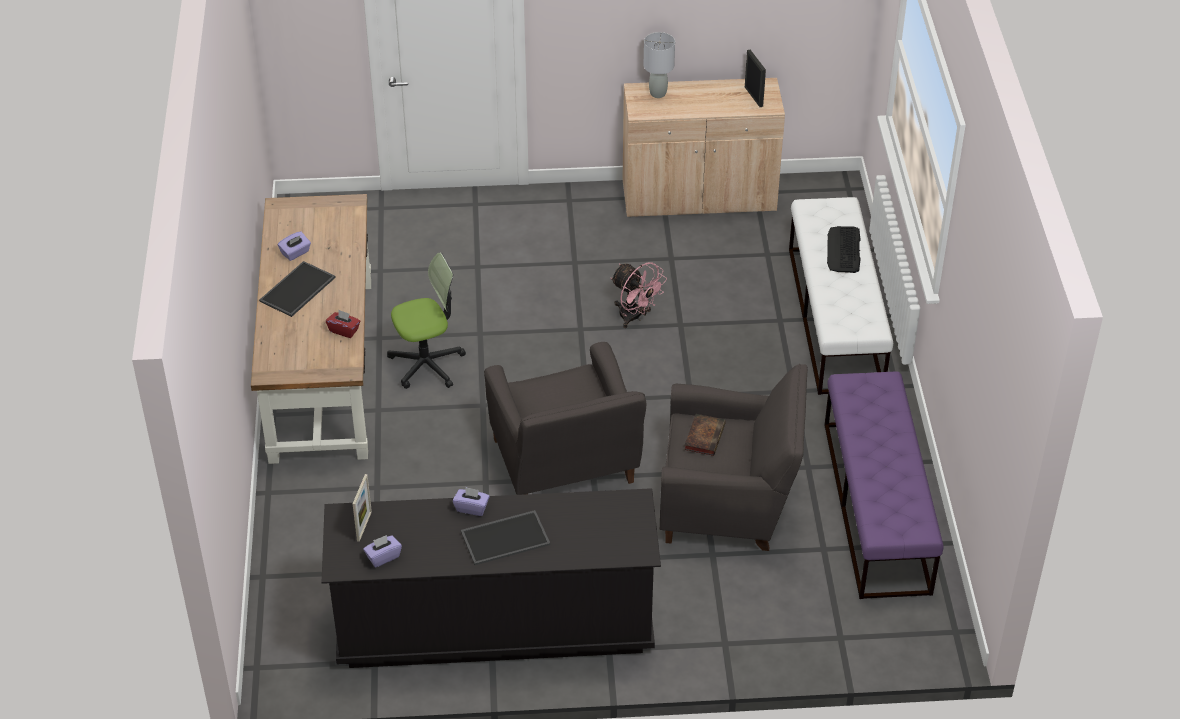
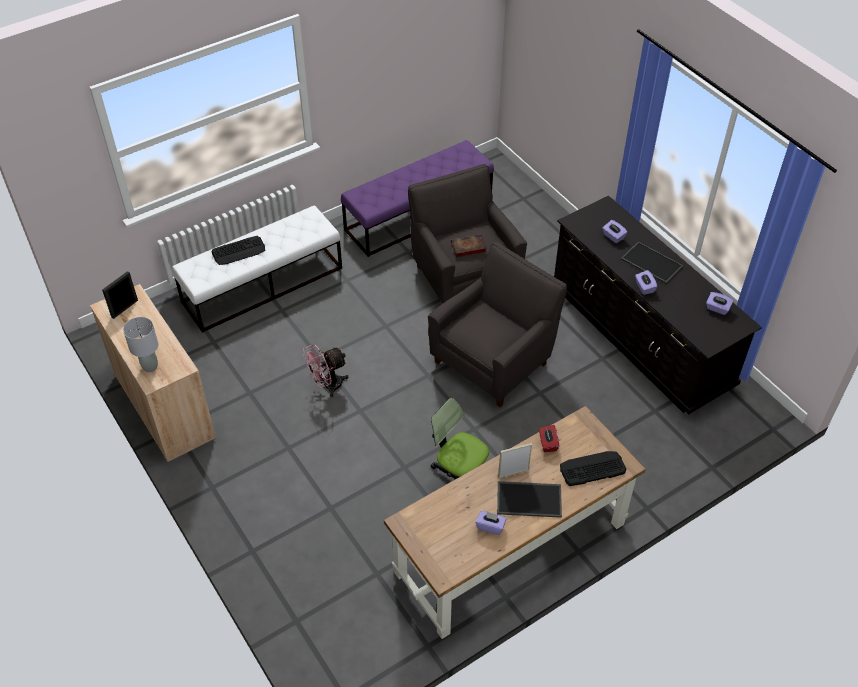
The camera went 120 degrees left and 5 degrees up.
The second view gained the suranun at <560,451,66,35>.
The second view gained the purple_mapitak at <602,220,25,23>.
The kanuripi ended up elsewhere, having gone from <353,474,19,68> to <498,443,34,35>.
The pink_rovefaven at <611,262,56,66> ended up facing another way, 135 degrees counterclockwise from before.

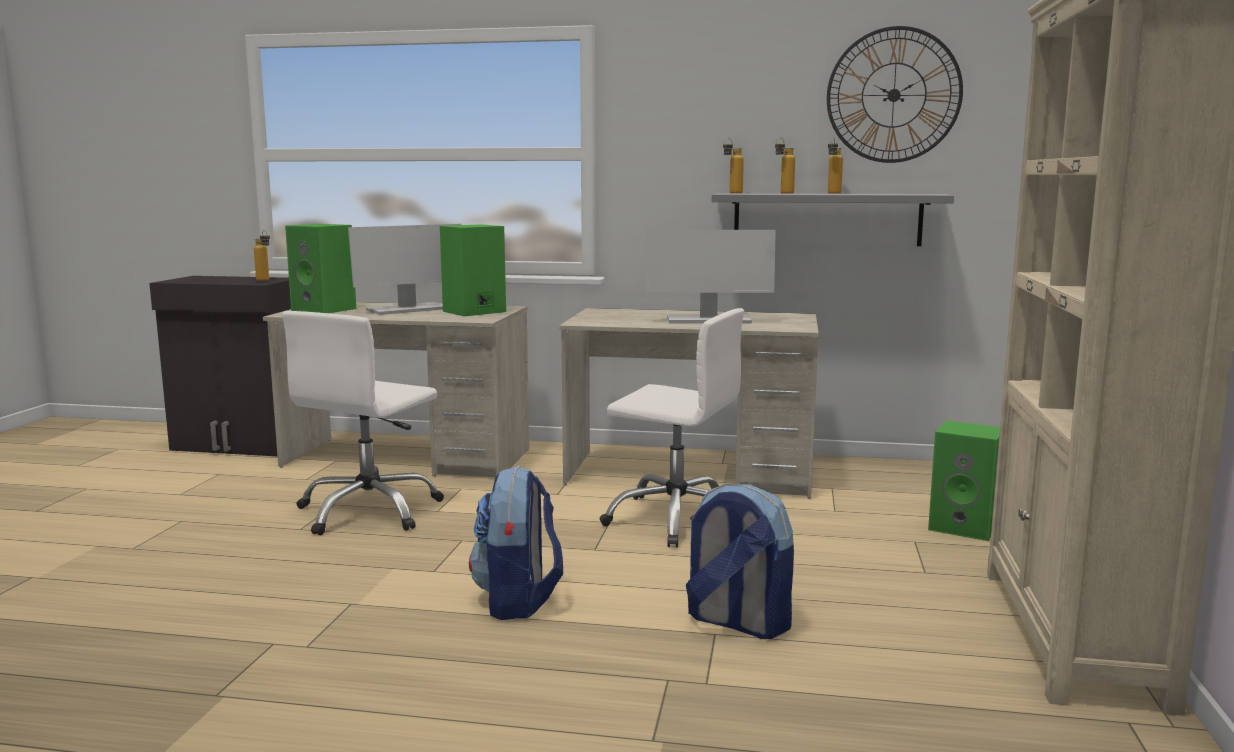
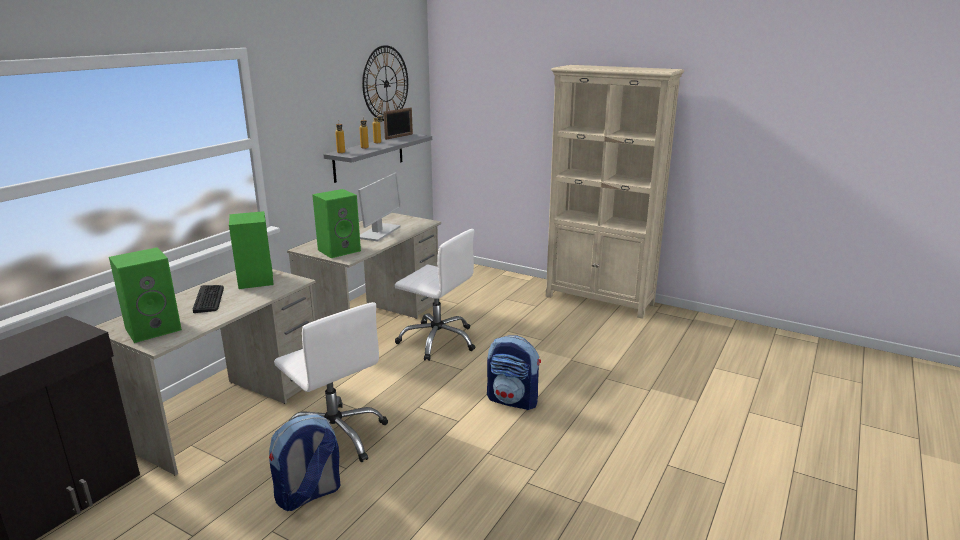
The camera went 70 degrees left and 10 degrees up.
The second view lost the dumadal at <254,230,16,51>.
The second view gained the kanuripi at <383,107,30,33>.
The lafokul ended up elsewhere, having gone from <686,484,108,155> to <269,415,72,96>.
The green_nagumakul ended up elsewhere, having gone from <928,420,72,121> to <312,189,49,69>.
Where the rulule stood at <348,224,114,91>, the suranun came to stand at <193,285,31,28>.
The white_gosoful at <599,308,145,239> ended up facing another way, 75 degrees clockwise from before.

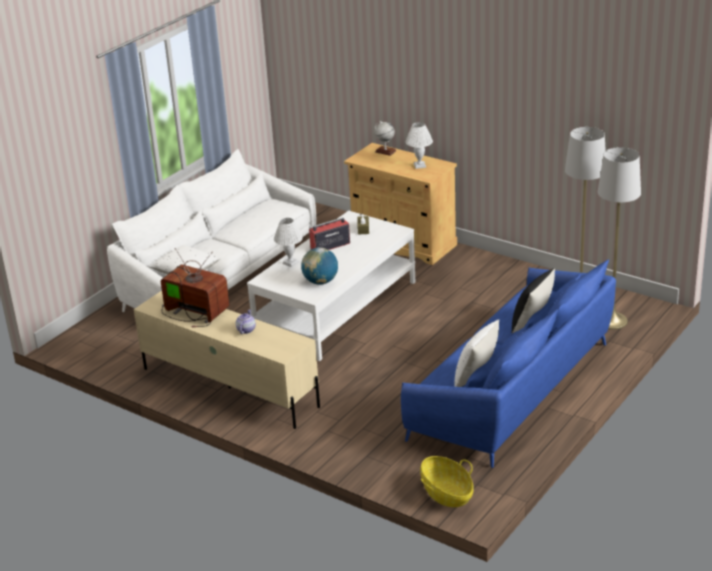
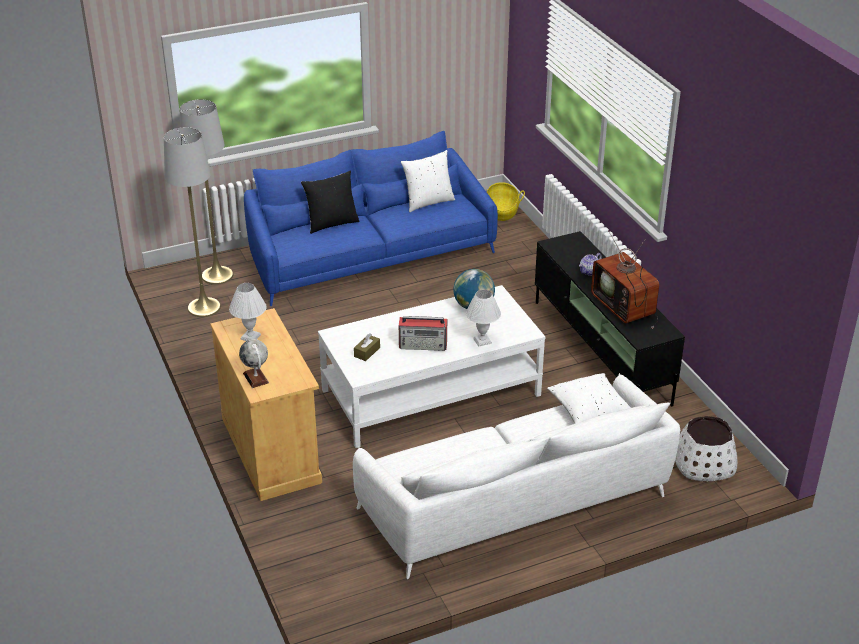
The camera went 150 degrees left and 5 degrees up.
The second view gained the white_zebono at <675,416,62,65>.
What was the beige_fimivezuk at <134,291,186,138> turned into the black_fimivezuk at <535,231,150,175>.

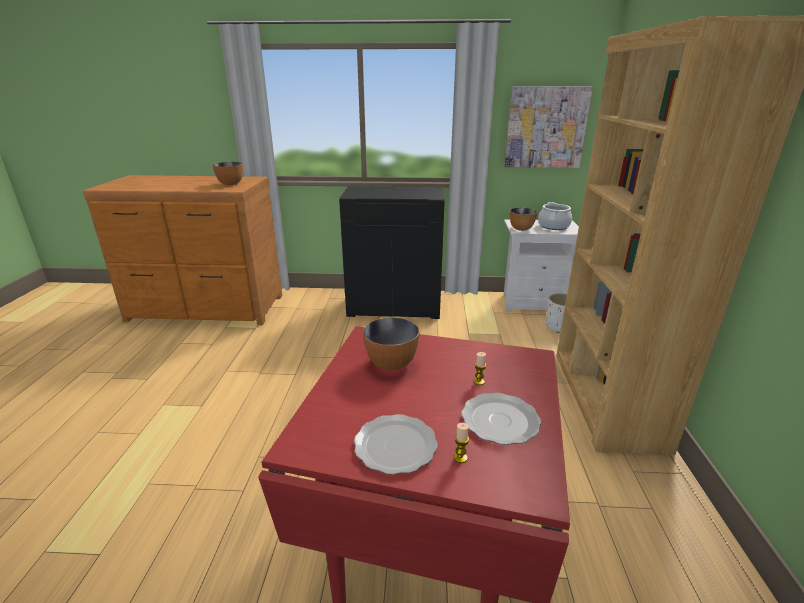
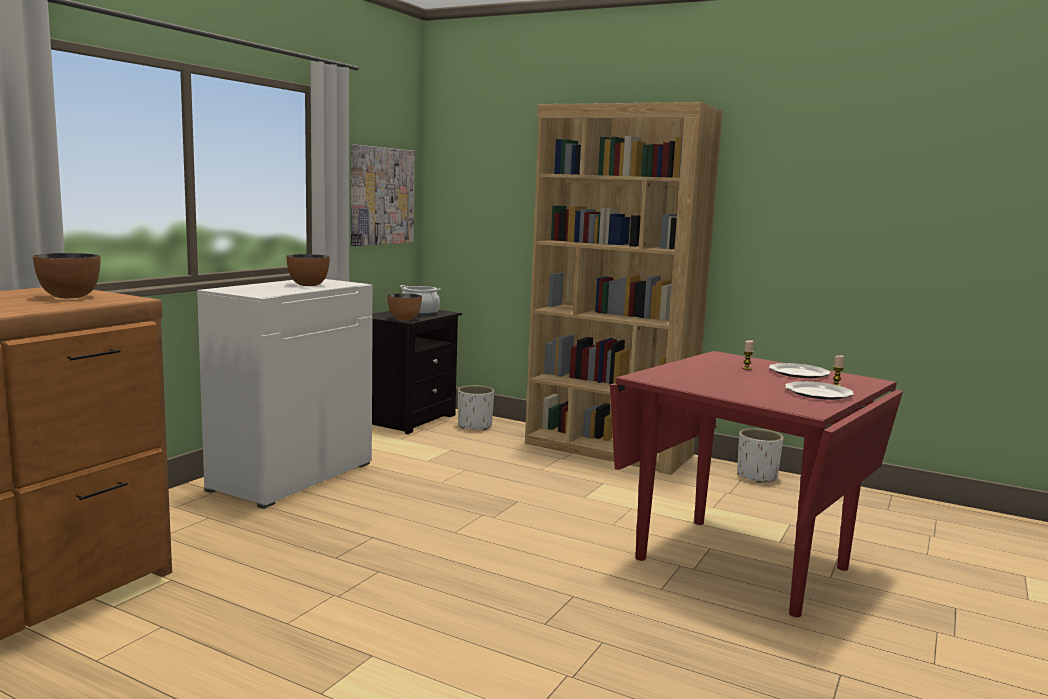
The camera went 65 degrees left and 15 degrees down.
The second view gained the white_zebono at <737,428,47,55>.
The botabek ended up elsewhere, having gone from <363,317,56,53> to <287,254,43,32>.
What was the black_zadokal at <339,187,106,132> turned into the white_zadokal at <197,279,176,230>.
What was the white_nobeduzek at <504,219,75,93> turned into the black_nobeduzek at <372,310,90,125>.

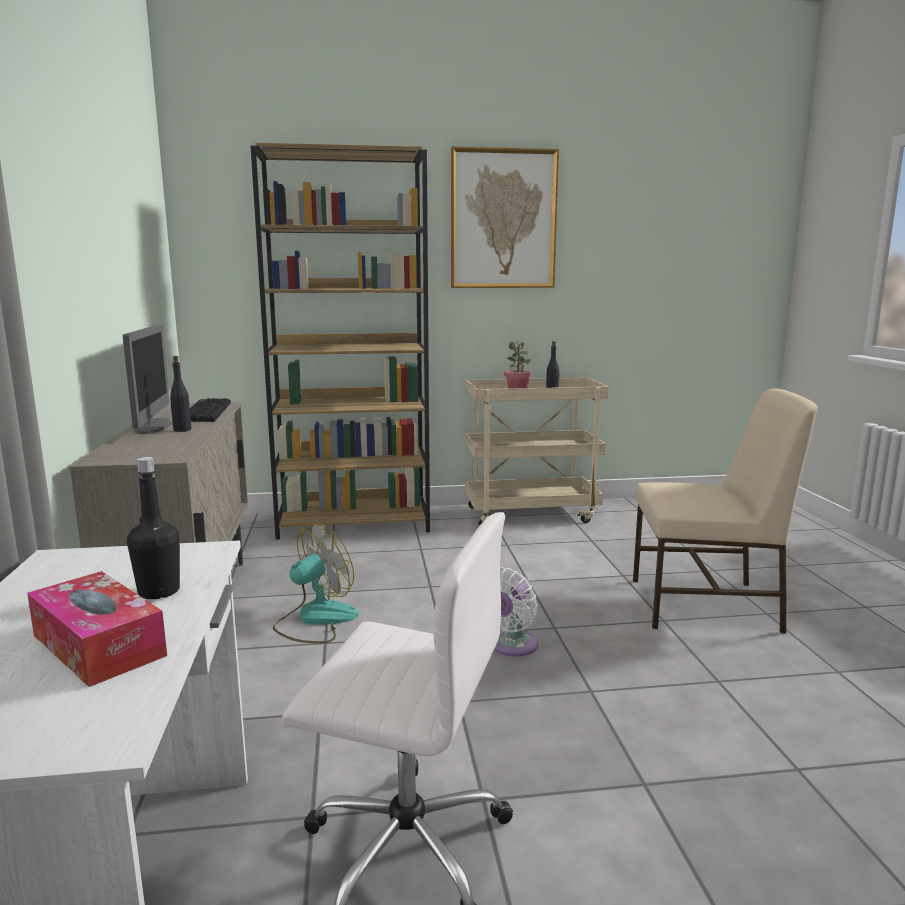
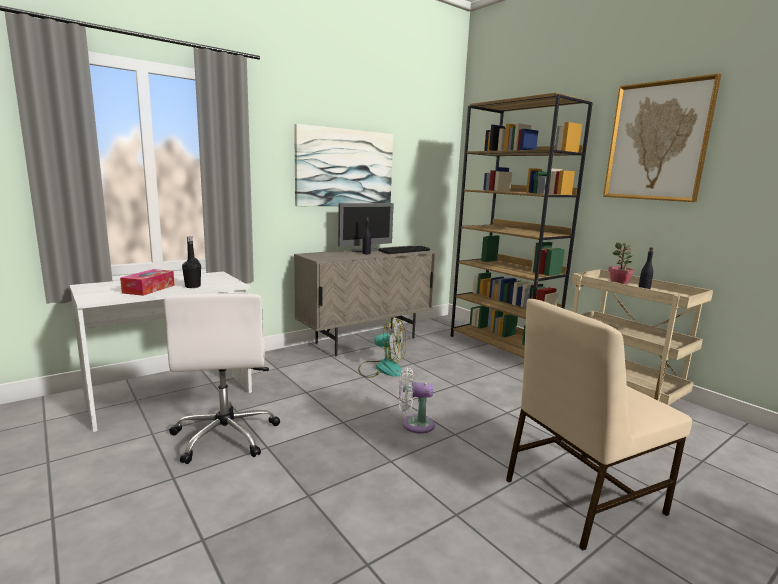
The camera went 60 degrees right and 0 degrees up.
The second view gained the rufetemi at <294,124,99,82>.
The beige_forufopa at <633,389,185,244> ended up facing another way, 90 degrees clockwise from before.

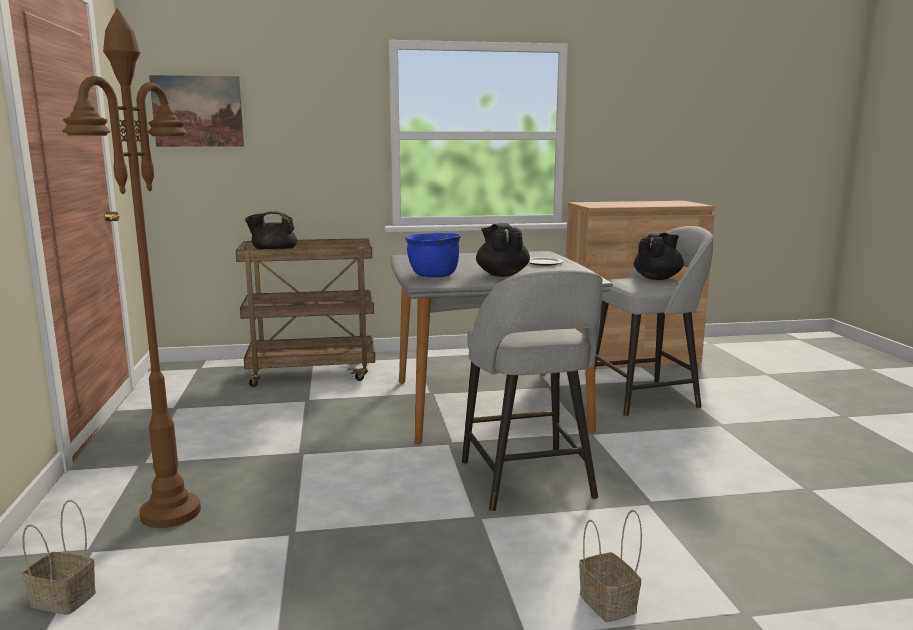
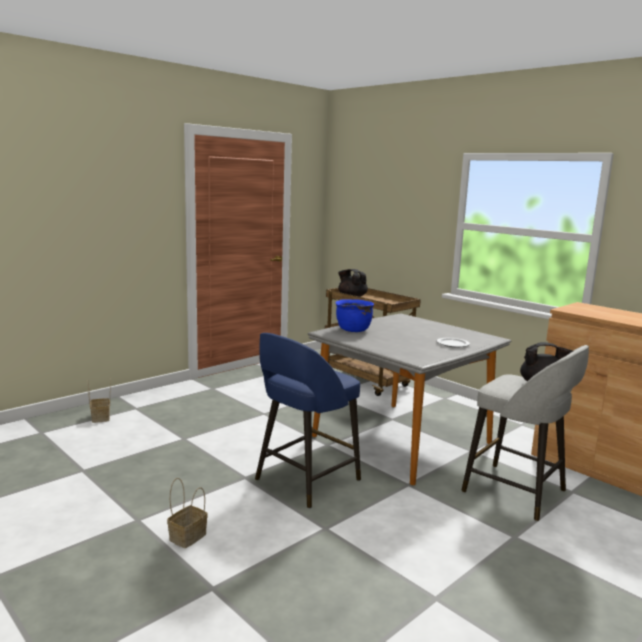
The camera went 55 degrees right and 0 degrees up.
The second view lost the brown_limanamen at <62,8,139,520>.
The second view lost the rufetemi at <149,75,95,72>.
The second view lost the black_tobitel at <476,223,54,54>.
What was the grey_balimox at <462,270,140,242> turned into the blue_balimox at <255,333,106,175>.

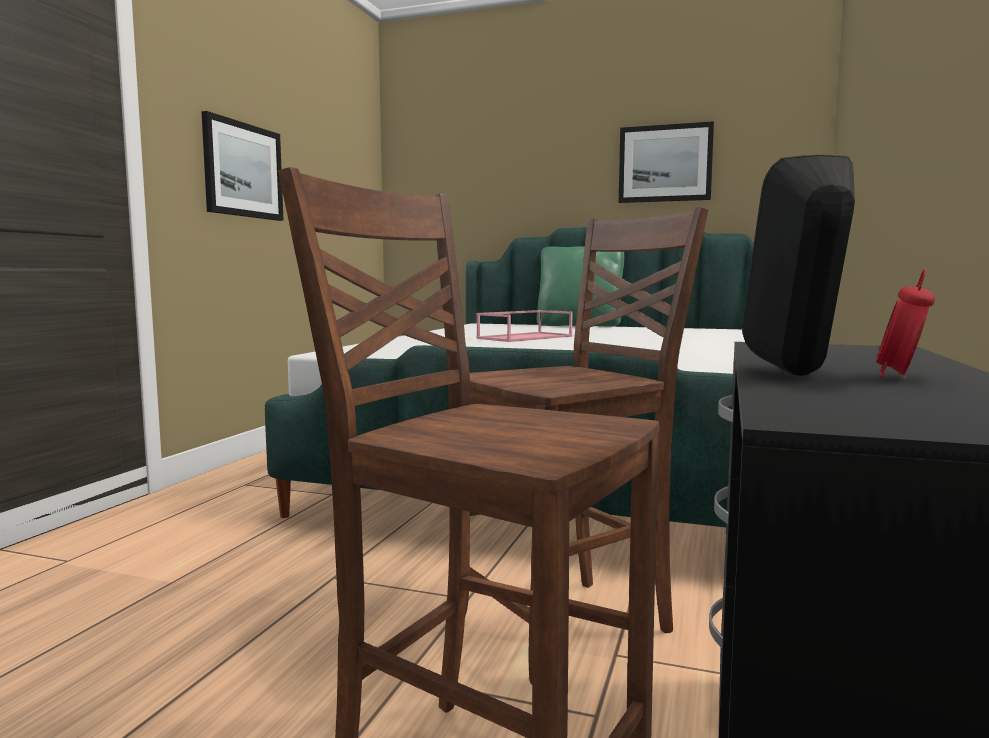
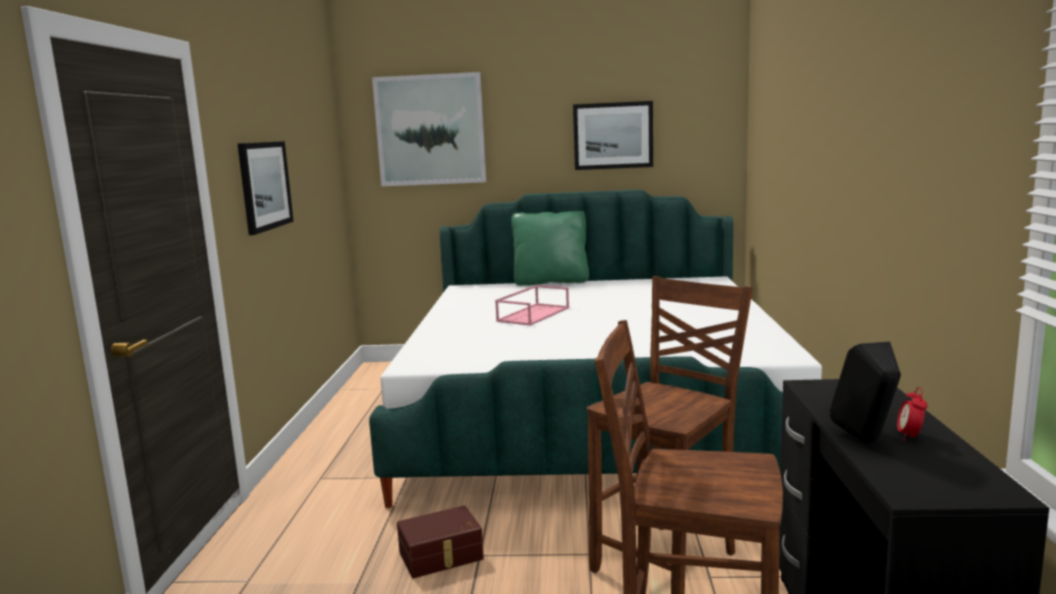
The camera went 15 degrees left and 5 degrees up.
The second view gained the rufetemi at <372,72,114,114>.
The second view gained the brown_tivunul at <397,505,87,73>.

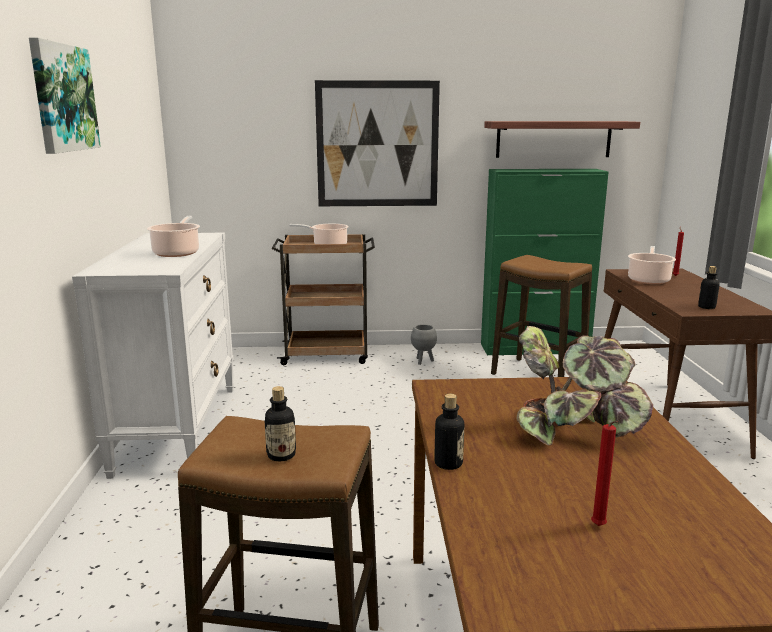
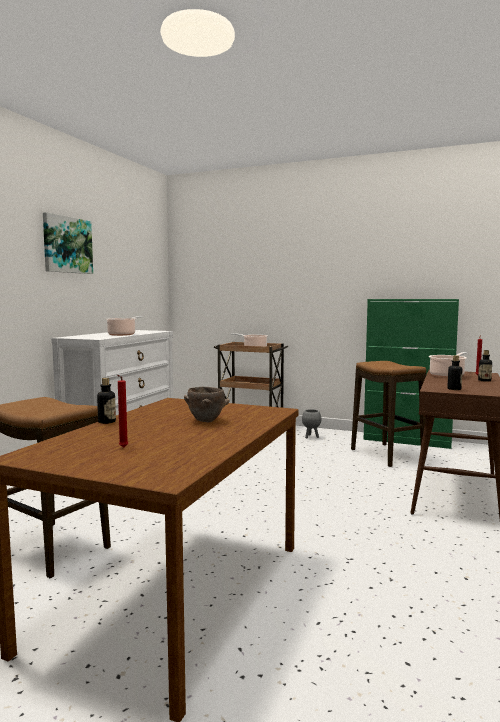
The camera went 25 degrees right and 10 degrees down.
The second view lost the rufetemi at <315,80,125,126>.
The second view lost the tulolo at <484,121,156,37>.
The dumadal ended up elsewhere, having gone from <264,386,32,75> to <478,350,14,32>.
Where the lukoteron stood at <516,326,137,120>, the brown_botabek came to stand at <184,387,45,35>.

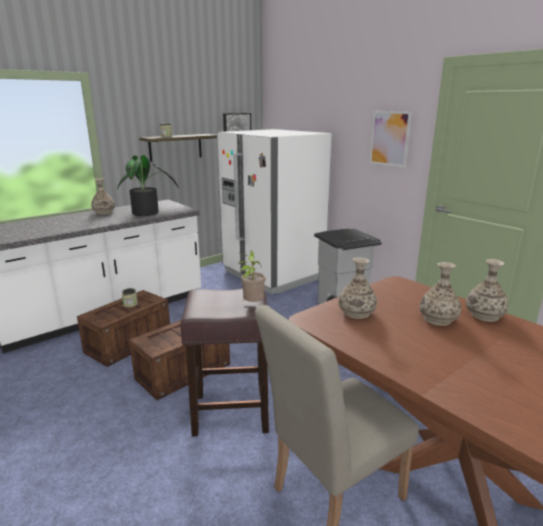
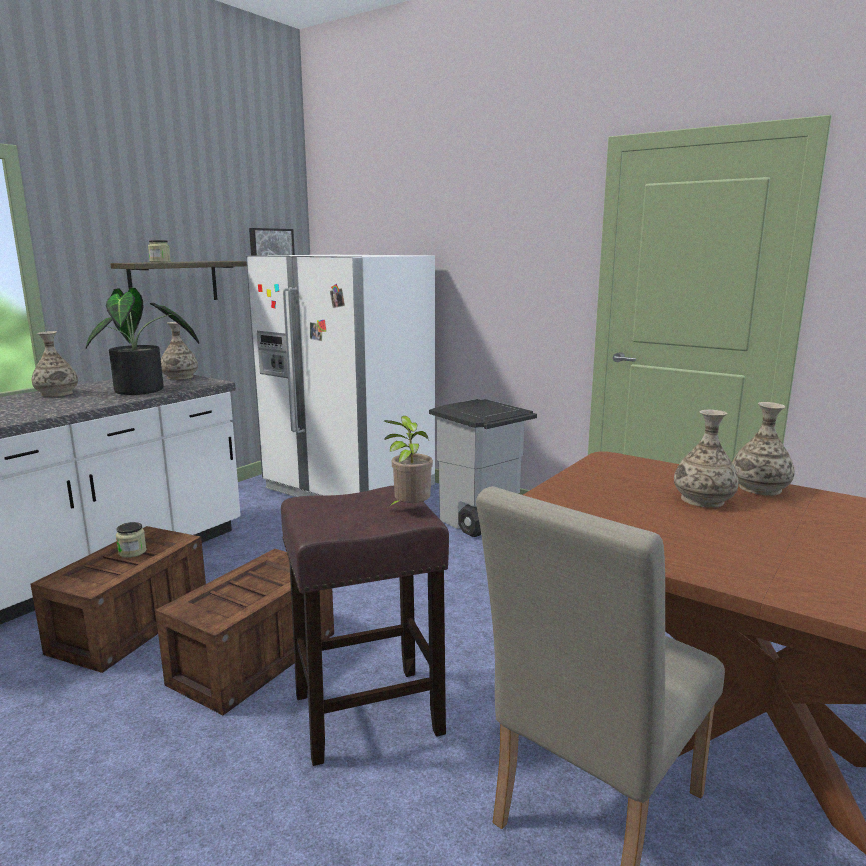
The camera went 15 degrees left and 5 degrees down.
The second view lost the rufetemi at <369,111,43,57>.
The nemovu ended up elsewhere, having gone from <338,257,39,62> to <161,322,37,58>.

